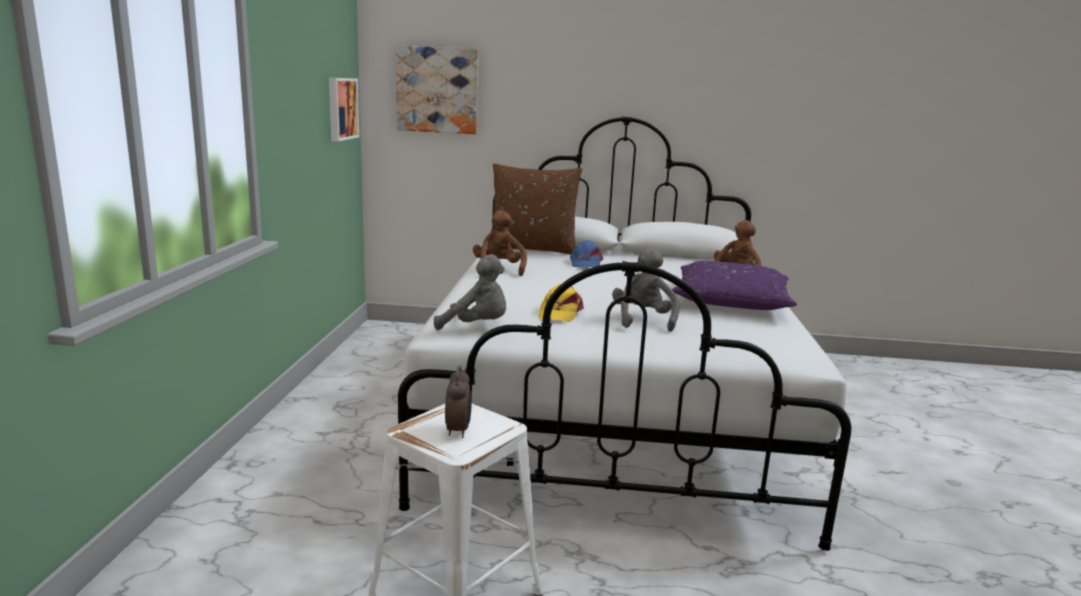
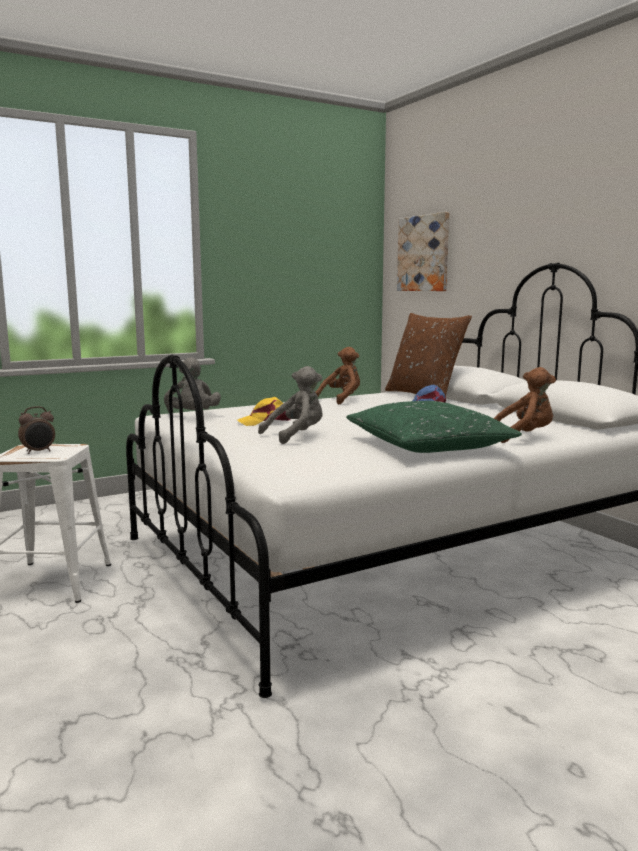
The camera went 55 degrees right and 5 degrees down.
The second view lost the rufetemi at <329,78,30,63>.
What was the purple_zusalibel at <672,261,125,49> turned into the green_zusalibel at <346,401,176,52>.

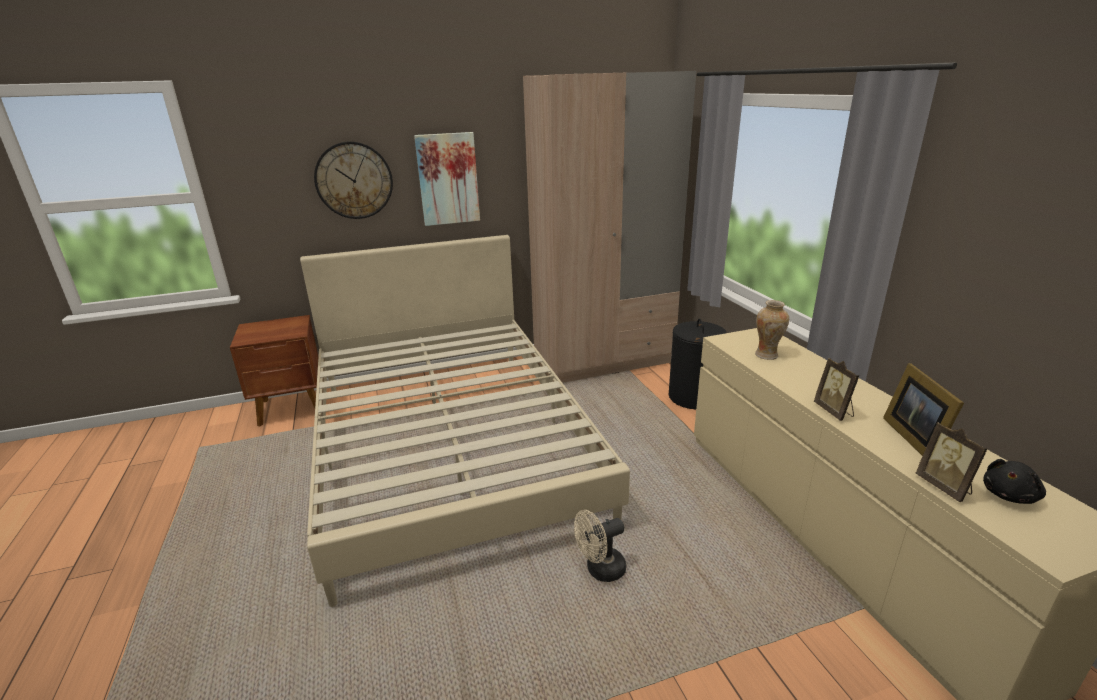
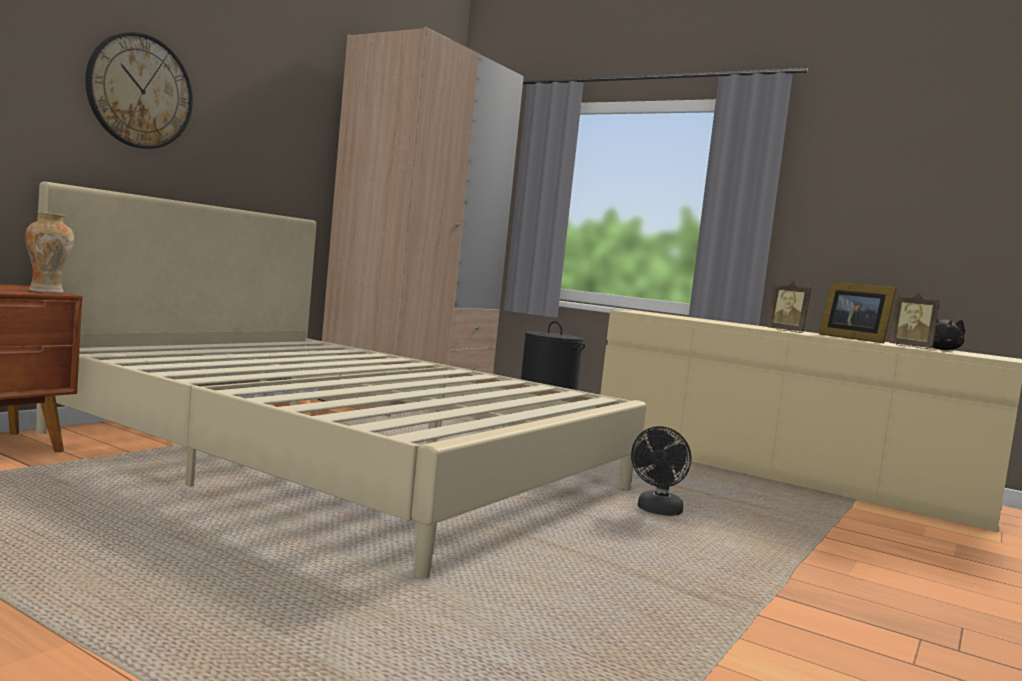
The camera went 40 degrees left and 20 degrees down.
The second view lost the rufetemi at <414,132,66,94>.
The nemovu ended up elsewhere, having gone from <755,300,34,60> to <26,212,48,81>.
What was the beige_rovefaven at <574,510,52,72> turned into the black_rovefaven at <631,426,61,90>.

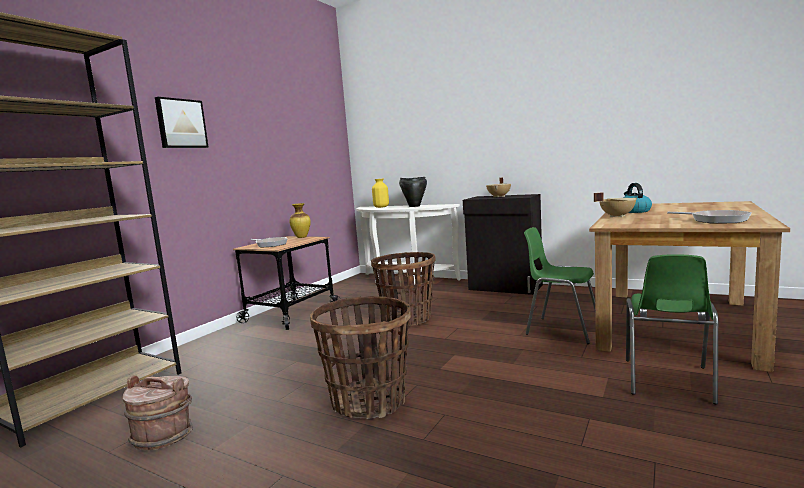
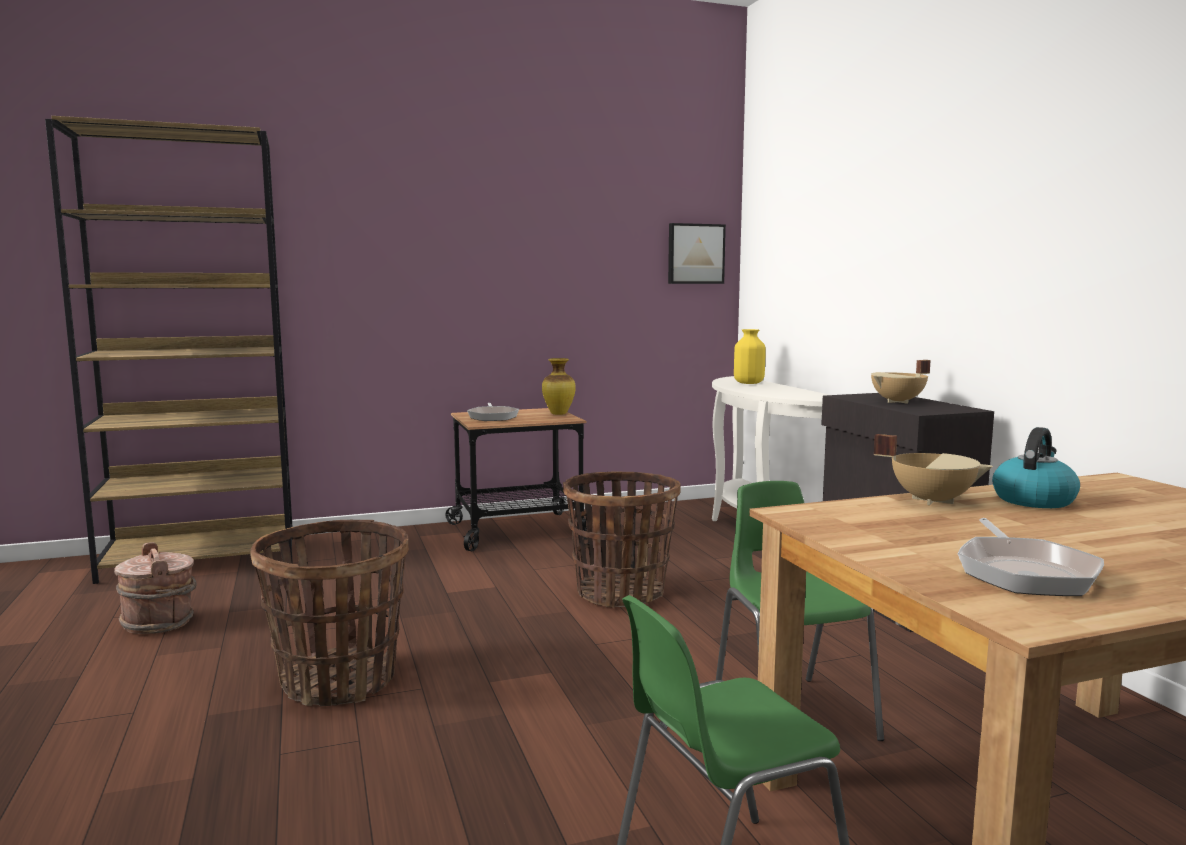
The camera went 40 degrees right and 0 degrees up.
The second view lost the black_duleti at <399,177,28,30>.
The rufetemi ended up elsewhere, having gone from <155,97,53,51> to <668,223,58,61>.

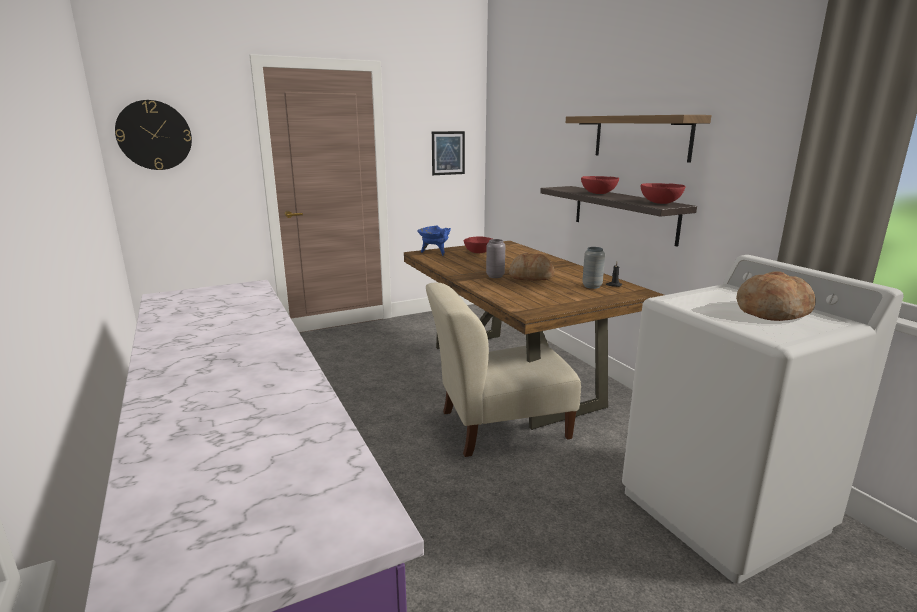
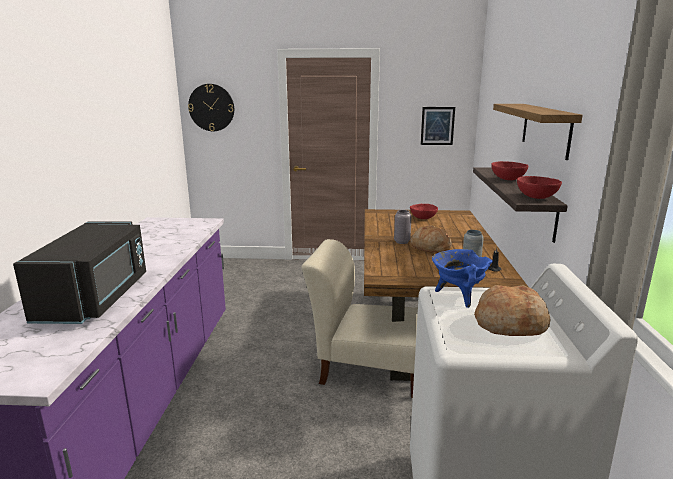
The camera went 30 degrees right and 0 degrees up.
The second view gained the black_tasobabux at <13,221,133,103>.
The blue_duleti ended up elsewhere, having gone from <417,225,34,31> to <432,249,61,59>.

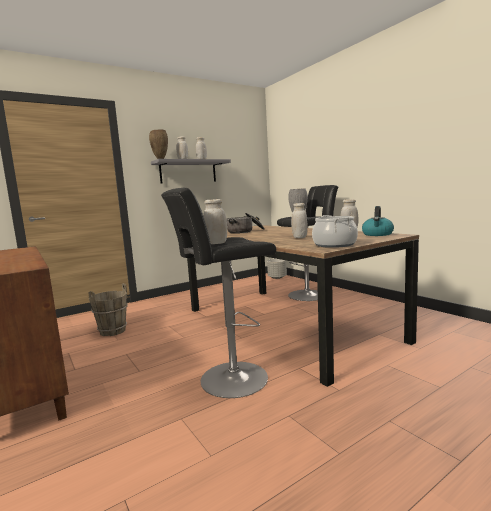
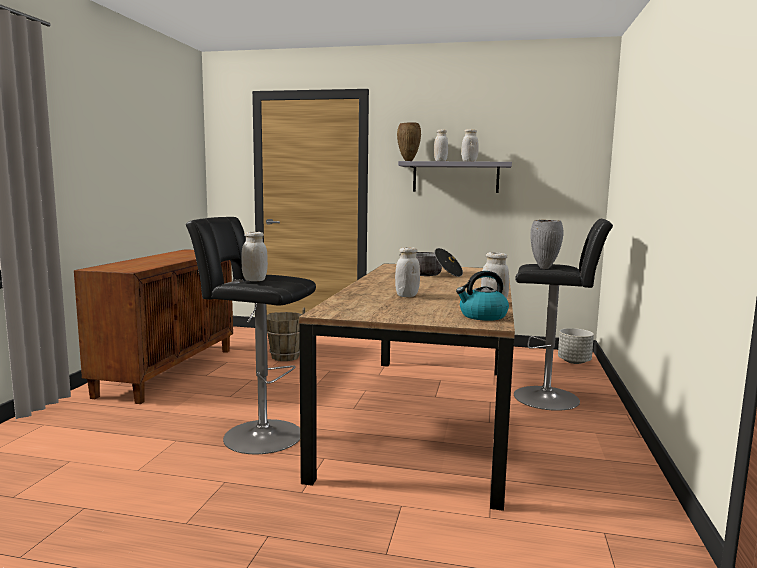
The camera went 45 degrees right and 0 degrees up.
The second view lost the duleti at <312,215,46,33>.

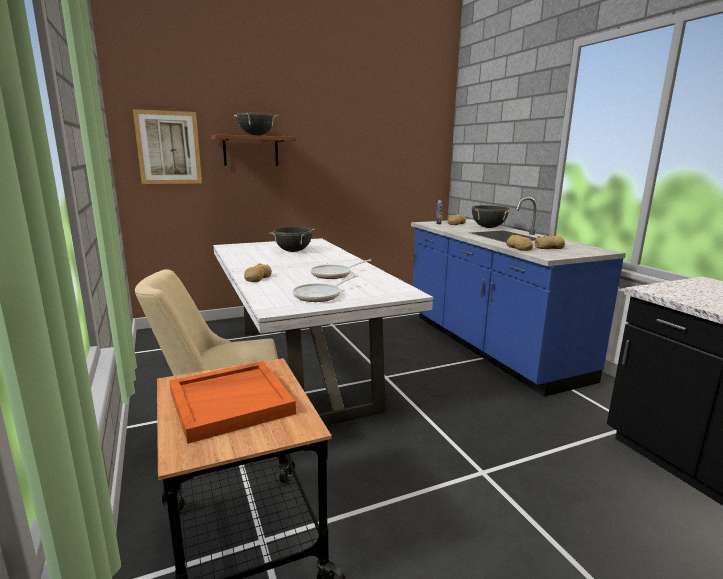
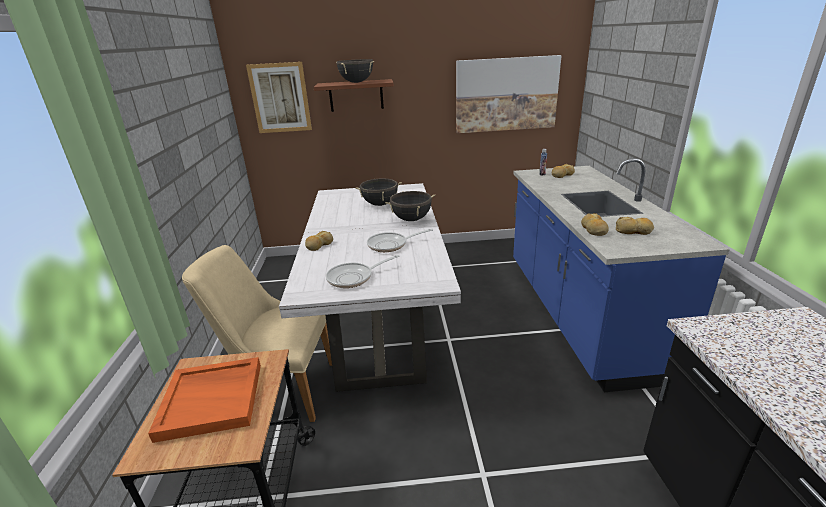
The camera went 20 degrees right and 10 degrees up.
The second view gained the rufetemi at <456,55,106,78>.
The black_duleti ended up elsewhere, having gone from <472,205,38,23> to <385,191,50,30>.

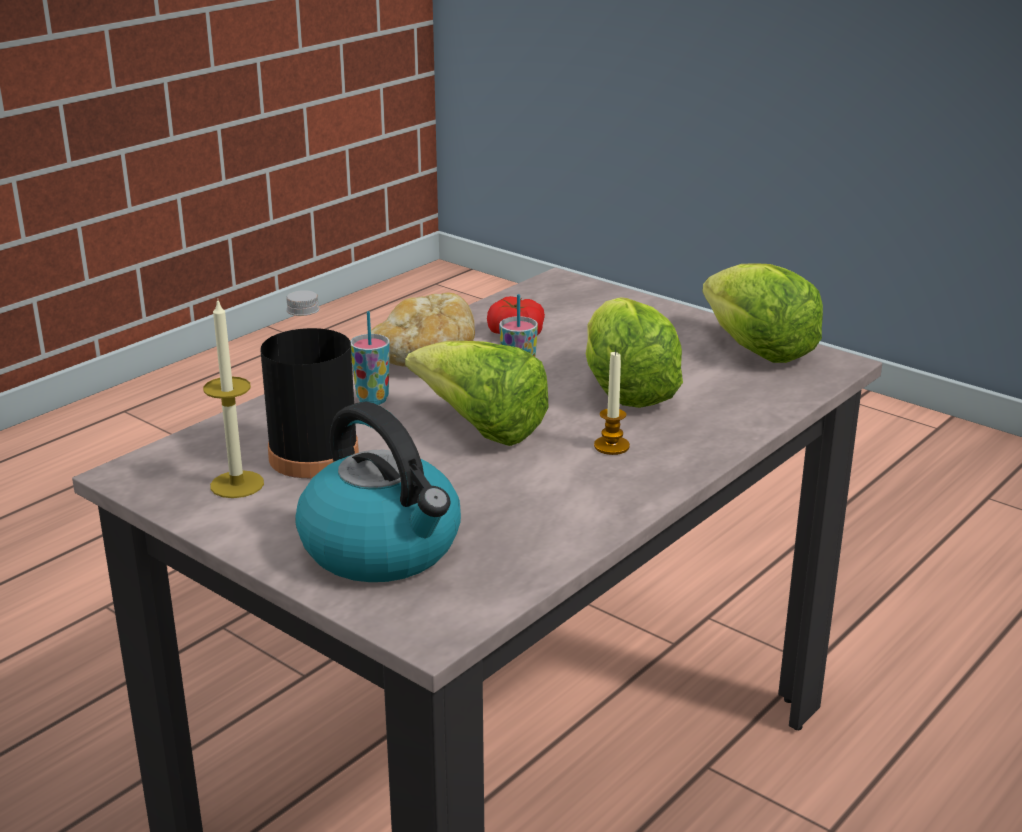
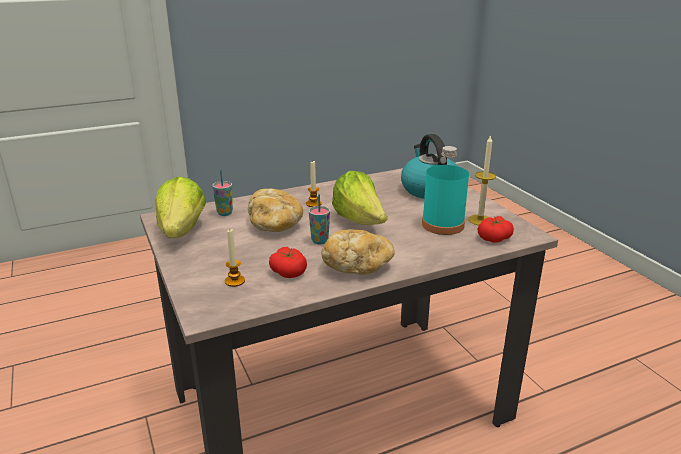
The camera went 155 degrees left and 0 degrees up.
The second view gained the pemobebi at <225,229,20,58>.
The second view gained the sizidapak at <478,216,36,27>.
The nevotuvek ended up elsewhere, having gone from <351,311,39,94> to <212,170,21,46>.
Where the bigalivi stood at <586,297,97,111>, the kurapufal came to stand at <248,189,55,43>.
What was the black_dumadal at <260,290,99,188> turned into the turquoise_dumadal at <422,146,47,89>.

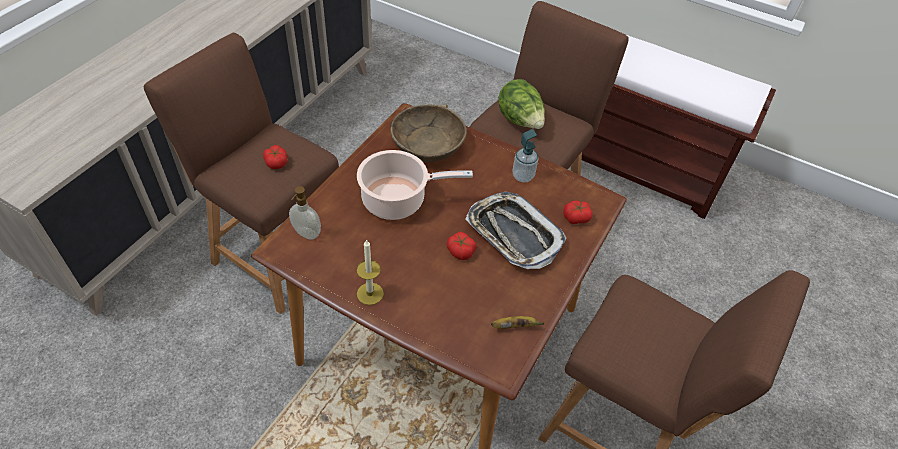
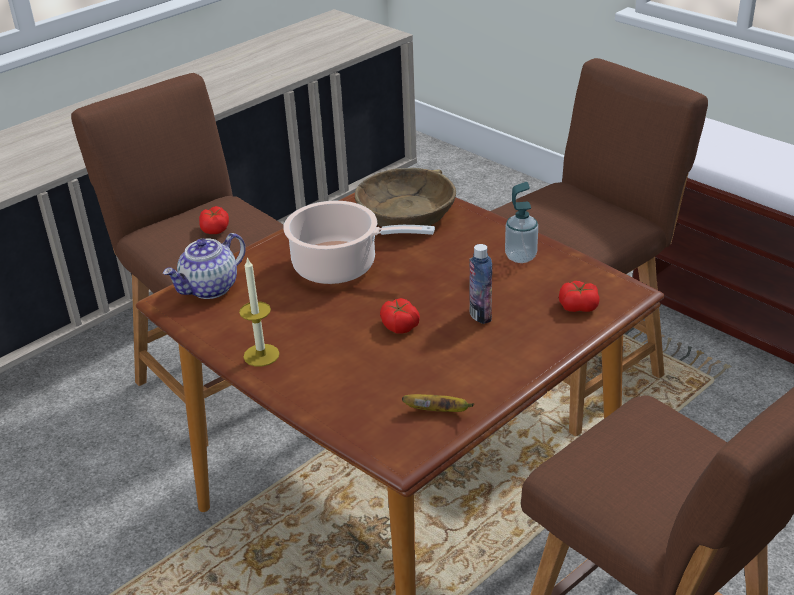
The camera went 20 degrees right and 15 degrees down.
The second view lost the bigalivi at <498,79,47,50>.
Where the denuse stood at <289,186,32,54>, the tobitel came to stand at <163,233,83,66>.
Where the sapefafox stood at <465,192,102,77>, the dumadal came to stand at <470,244,22,80>.

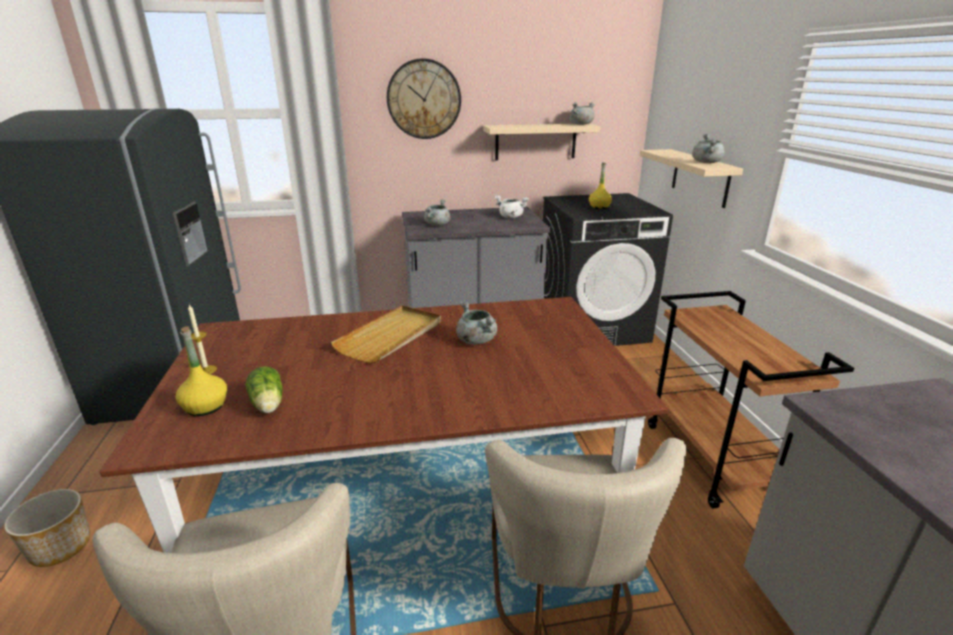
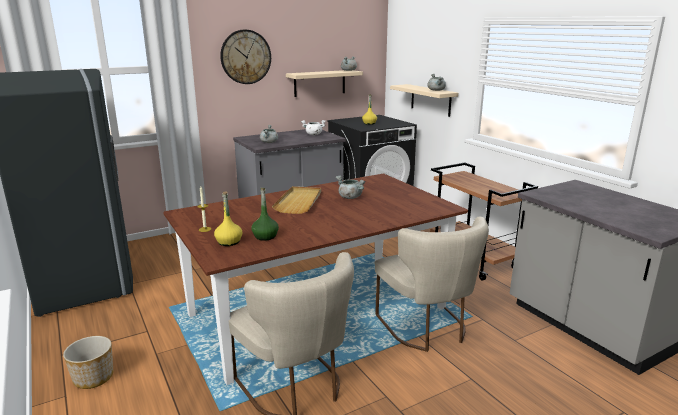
The camera went 20 degrees left and 5 degrees down.
Where the bigalivi stood at <245,366,38,47>, the green_dumadal came to stand at <251,188,28,53>.

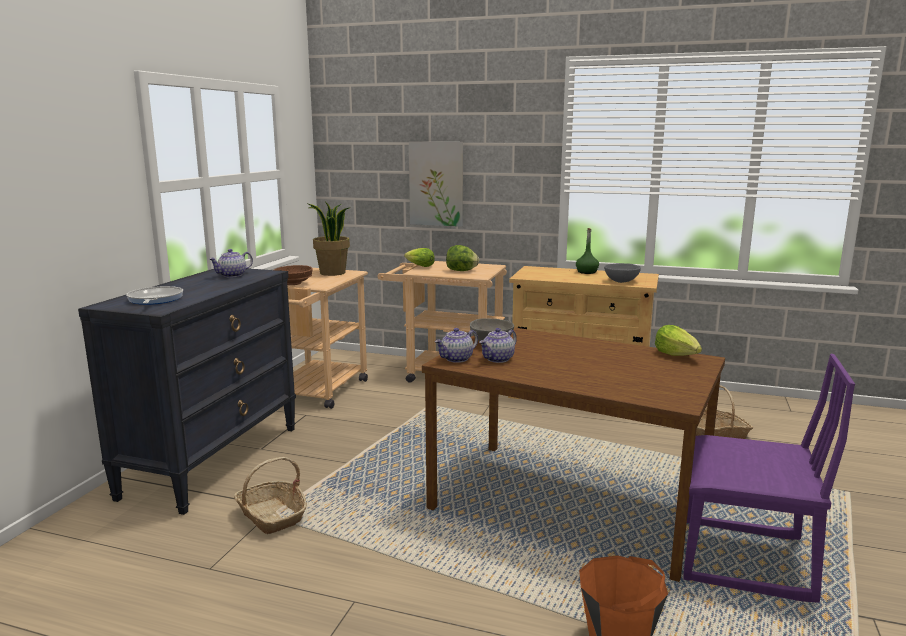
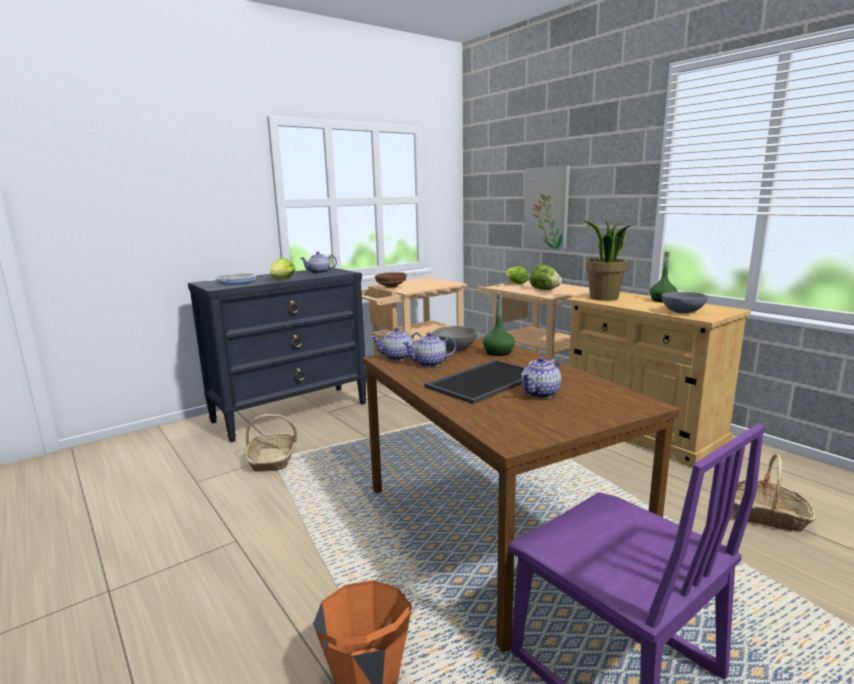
The camera went 35 degrees right and 0 degrees up.
The second view gained the sapefafox at <424,360,101,44>.
The second view gained the green_dumadal at <483,293,32,63>.
The second view gained the tobitel at <521,357,40,41>.
The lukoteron ended up elsewhere, having gone from <308,201,43,75> to <583,218,48,83>.
The bigalivi ended up elsewhere, having gone from <655,325,47,31> to <270,258,26,21>.

